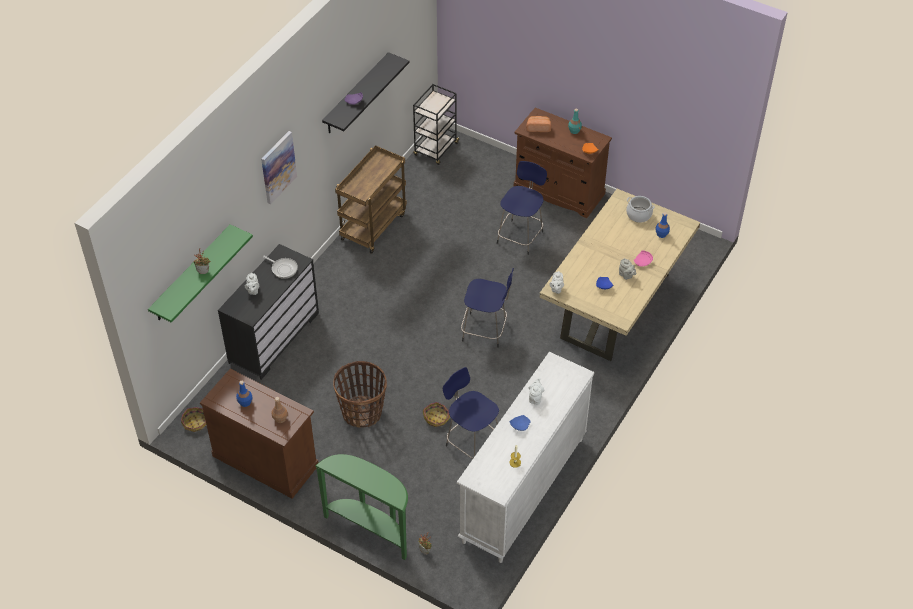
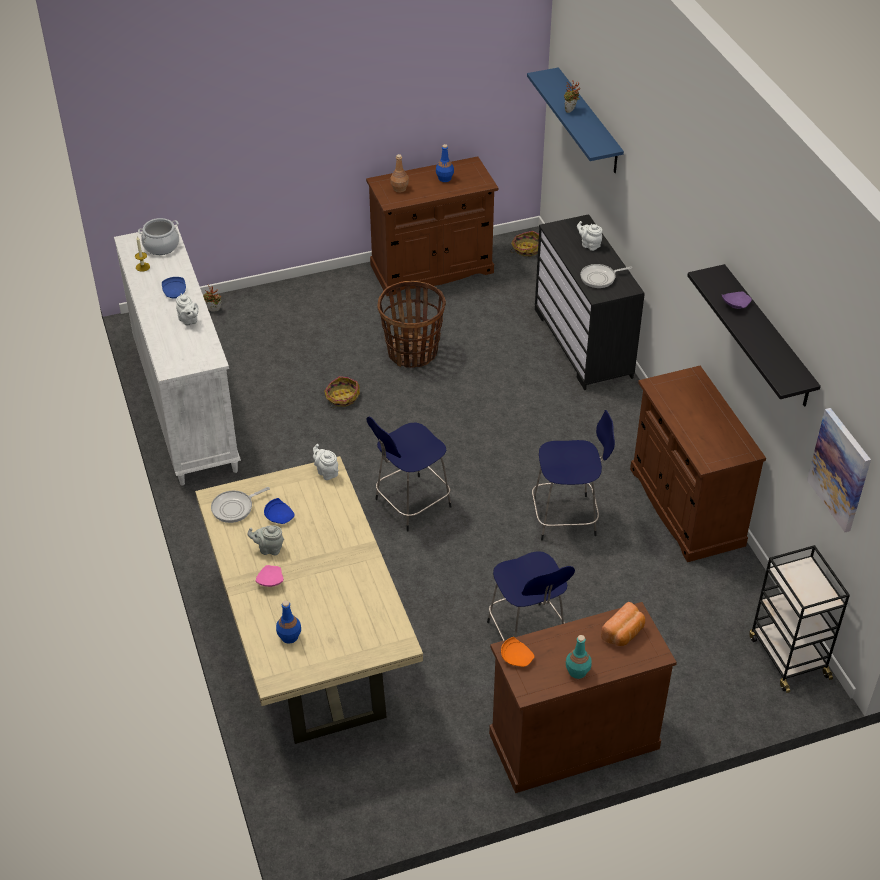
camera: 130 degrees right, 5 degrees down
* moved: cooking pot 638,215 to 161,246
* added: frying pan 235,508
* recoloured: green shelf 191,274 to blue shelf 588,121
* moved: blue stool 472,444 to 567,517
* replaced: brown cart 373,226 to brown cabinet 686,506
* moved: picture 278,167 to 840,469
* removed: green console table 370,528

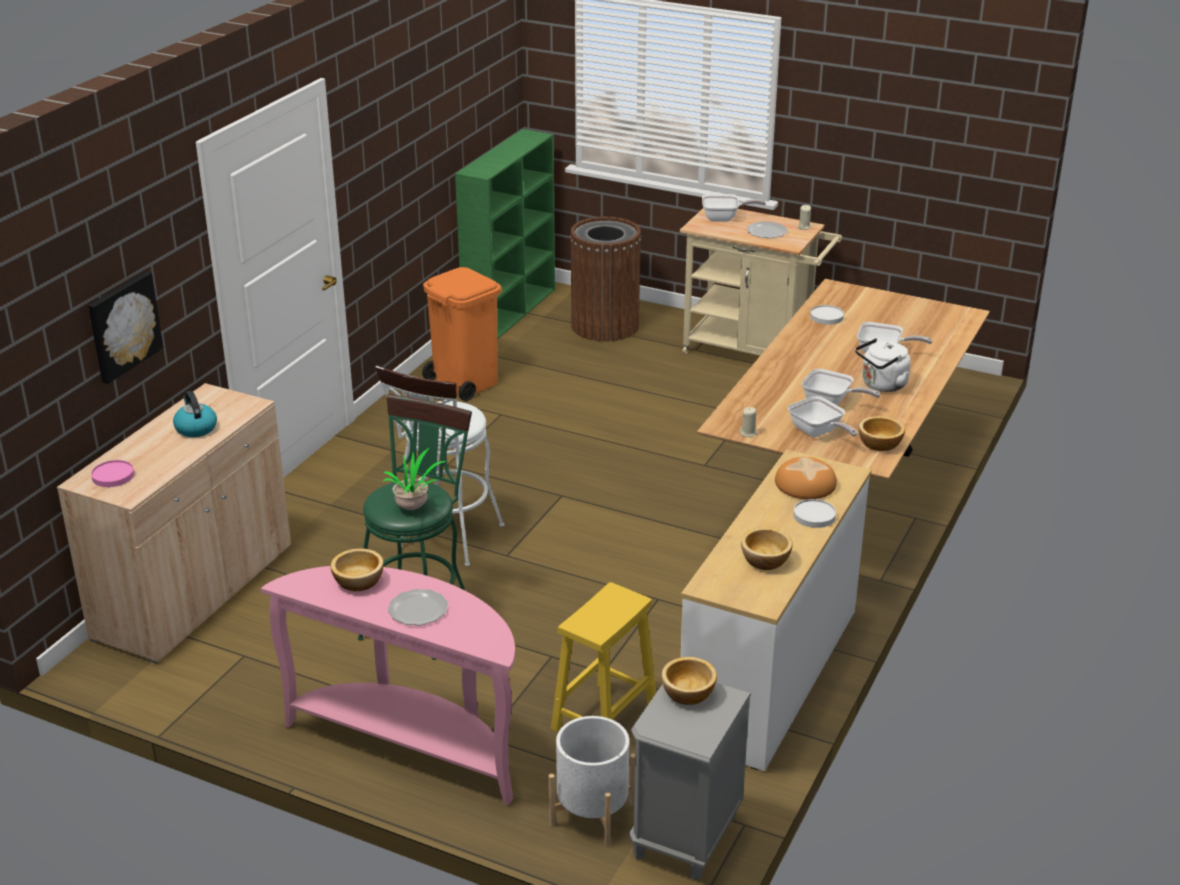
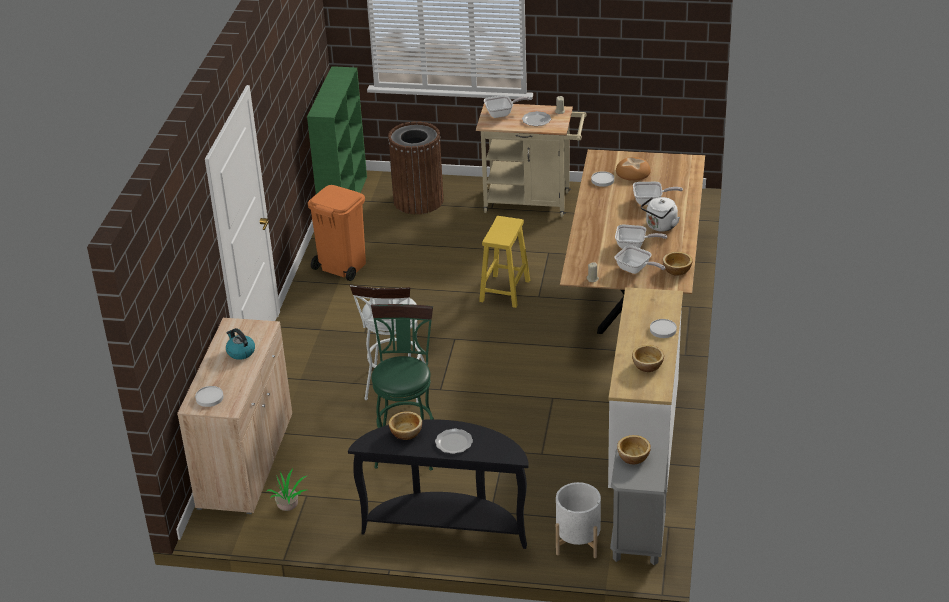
camera: 15 degrees left, 5 degrees up
* recoloured: pink plate 112,476 to white plate 209,398
* moved: potted plant 414,507 to 289,507
* recoloured: pink console table 412,743 to black console table 447,525
* moved: yellow stool 605,717 to 505,290
* moved: bread 804,484 to 632,172
* removed: picture 123,326

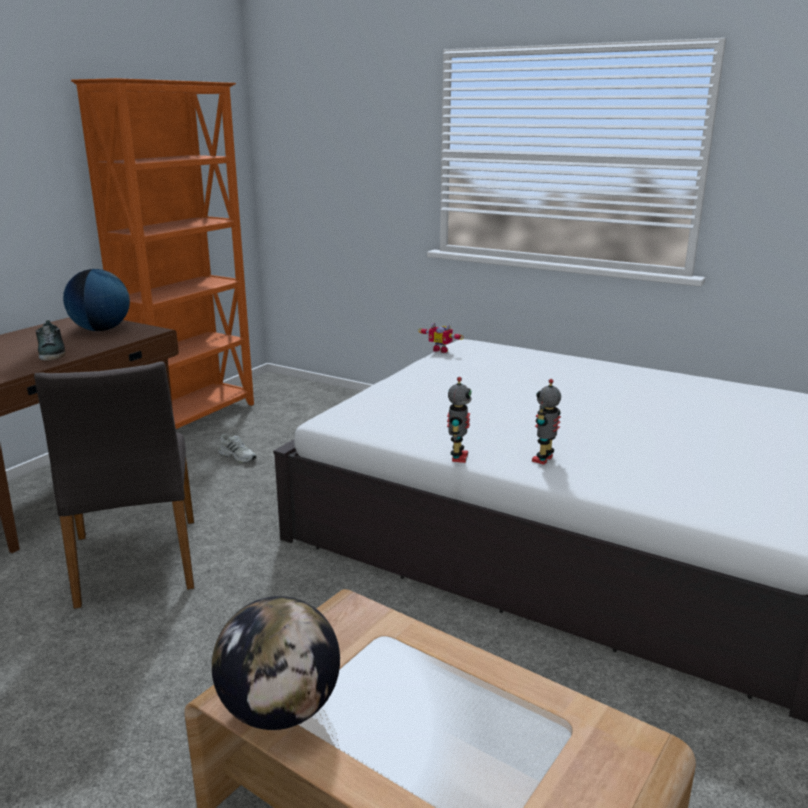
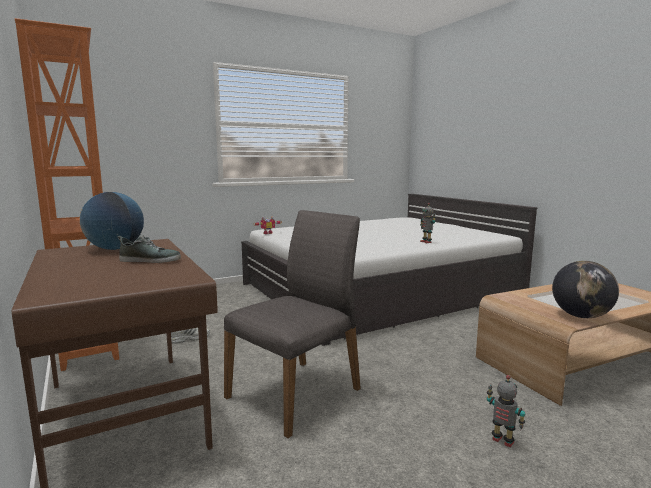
camera: 60 degrees left, 10 degrees down
* turned: grey chair 136,562 = 296,393 60 degrees counterclockwise
* moved: toy robot 457,457 to 502,441

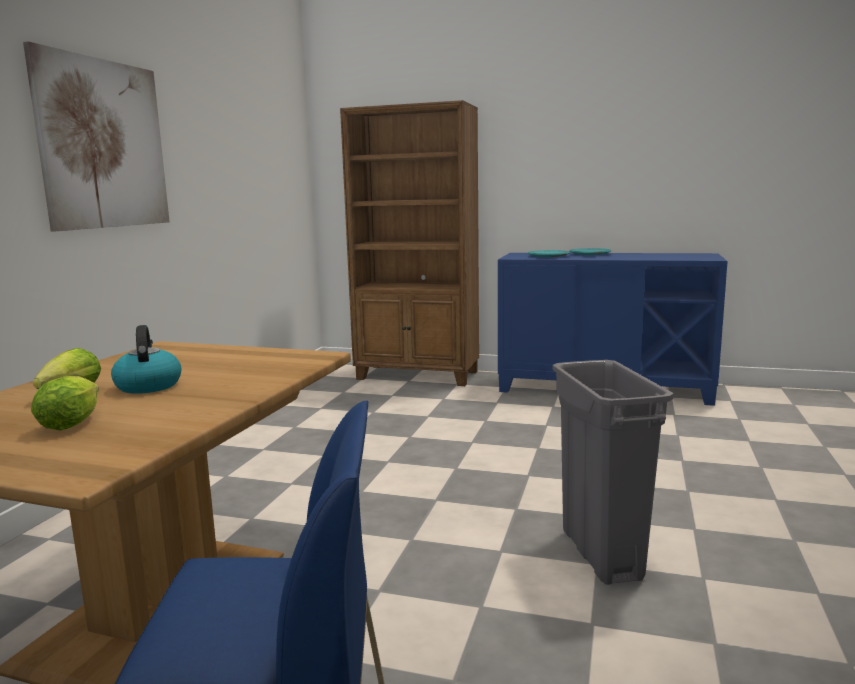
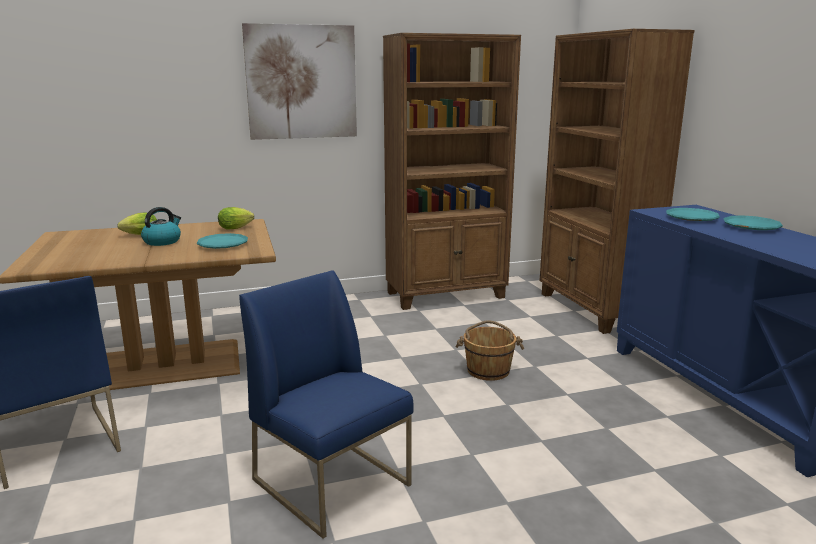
camera: 55 degrees right, 5 degrees up
* added: turquoise plate 223,245
* moved: lettuce 74,423 to 237,228
* replaced: grey trash can 600,554 to blue chair 333,482
* added: brown bookcase 447,295
* added: brown bucket 488,370

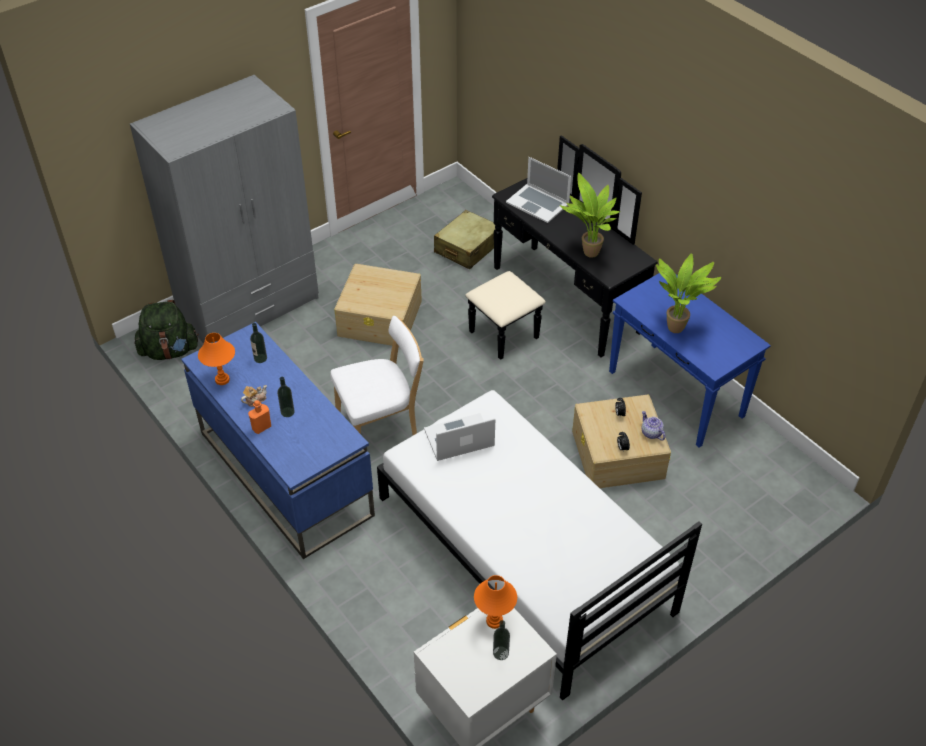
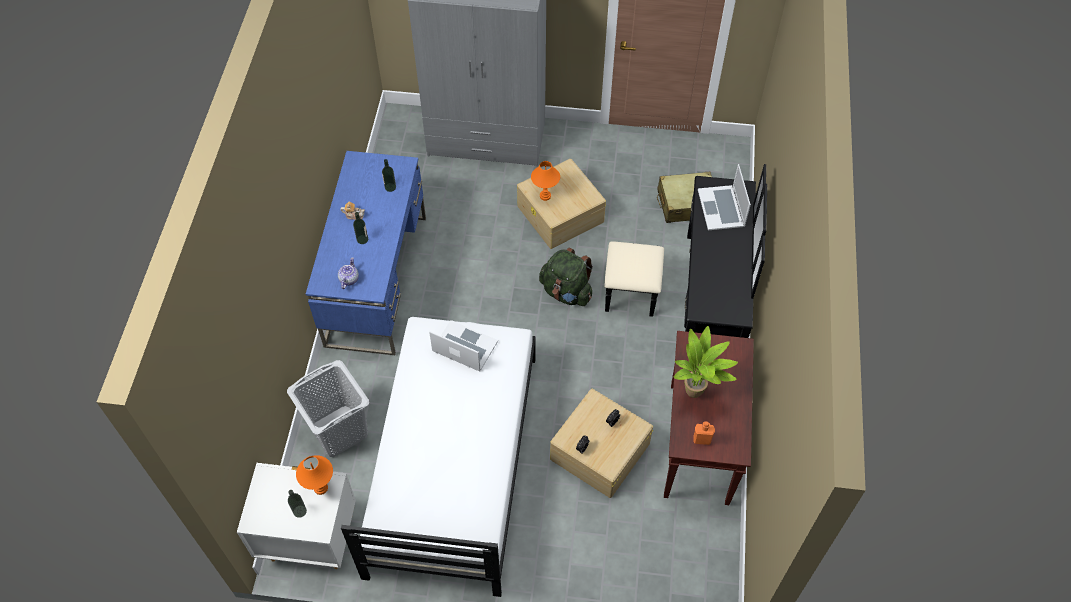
camera: 45 degrees right, 10 degrees up
* added: grey laundry basket 339,431
* moved: teapot 651,433 to 349,279
* moved: orange table lamp 222,380 to 545,196
* moved: green backpack 169,351 to 566,292
* recoloured: blue console table 677,394 to brown console table 699,444
* moved: orange bottle 261,427 to 701,439
* removed: white chair 381,426
* removed: potted plant 588,254

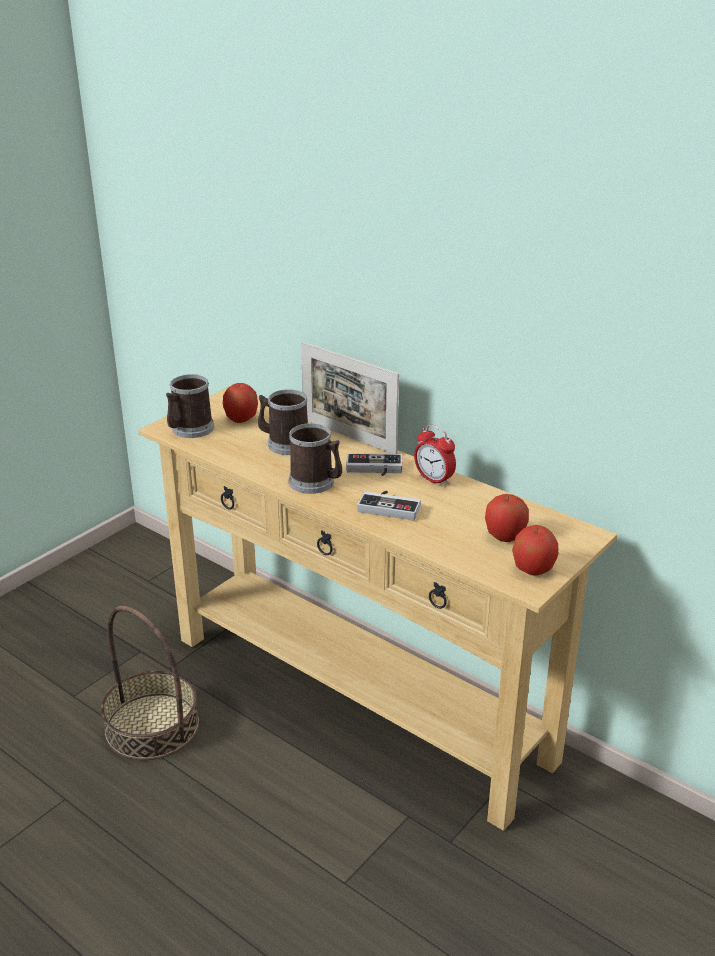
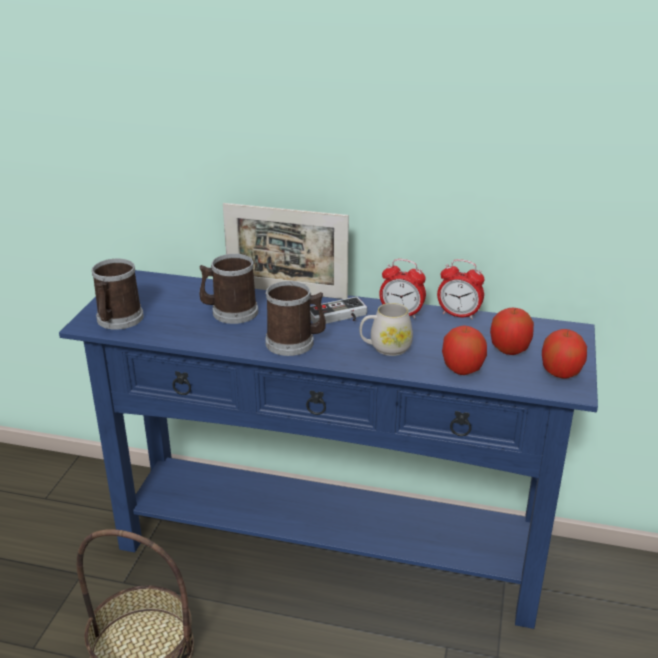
camera: 25 degrees left, 0 degrees up
* recoloured: beige console table 358,696 to blue console table 329,548
* replaced: game controller 390,506 to white mug 385,348
* added: alarm clock 458,314
* moved: apple 241,419 to 462,369

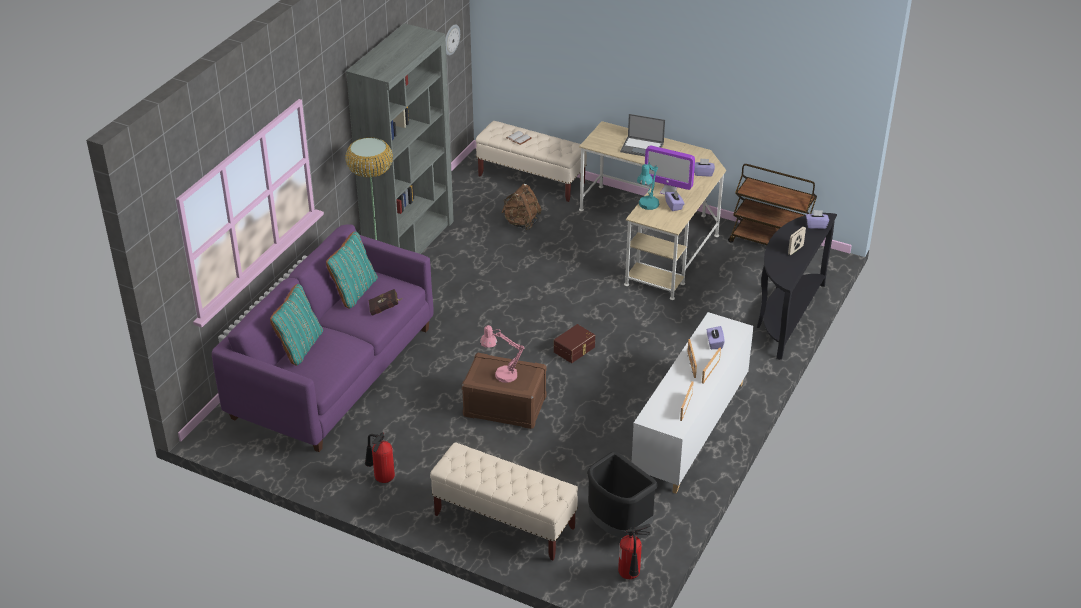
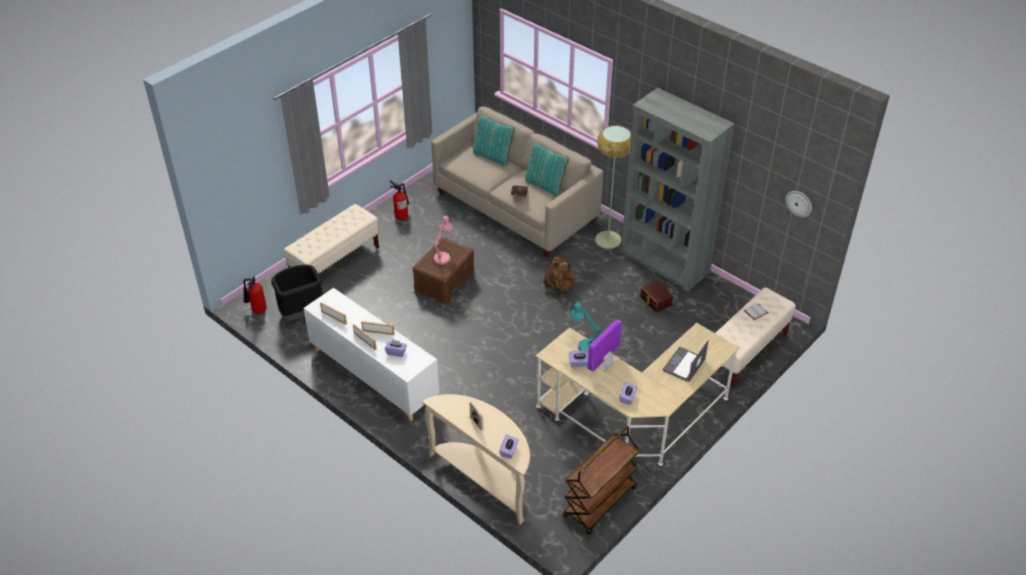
camera: 105 degrees right, 5 degrees up
* recoloured: black console table 786,316 to beige console table 485,479
* recoloured: purple sofa 333,372 to beige sofa 516,207
* moved: brown backpack 521,223 to 560,287
* moved: brown storage box 575,350 to 655,301

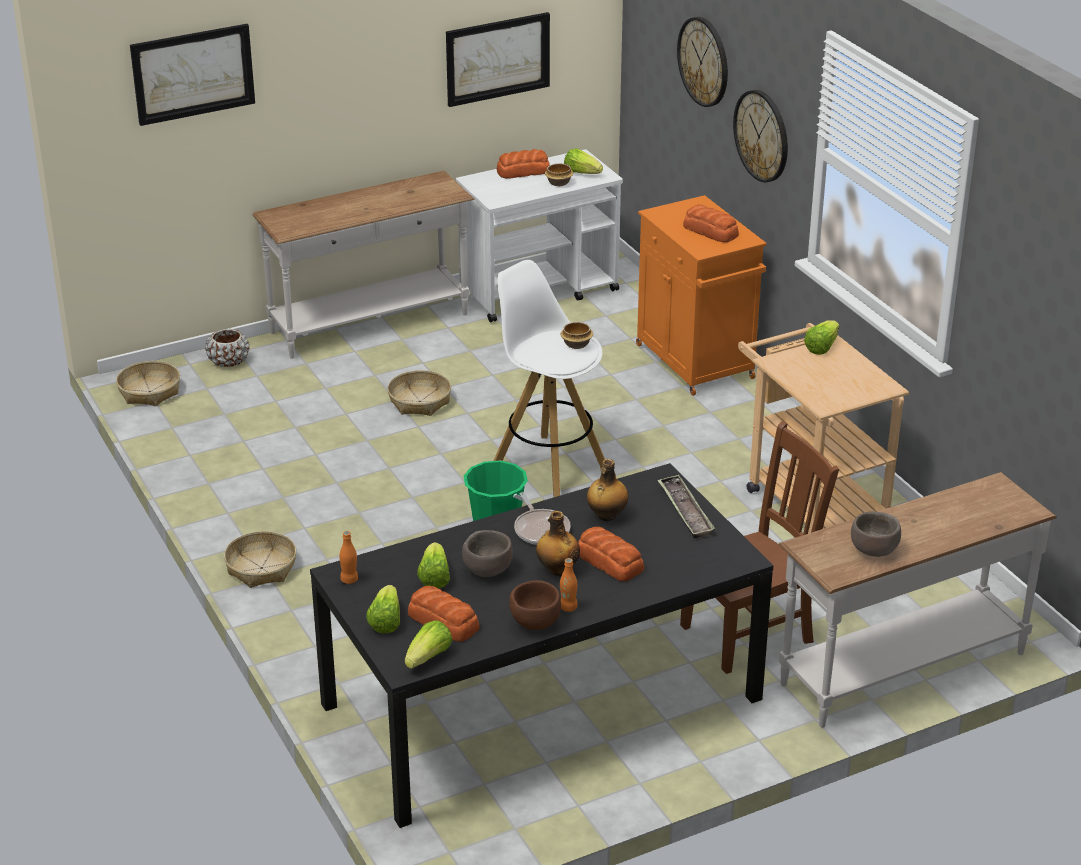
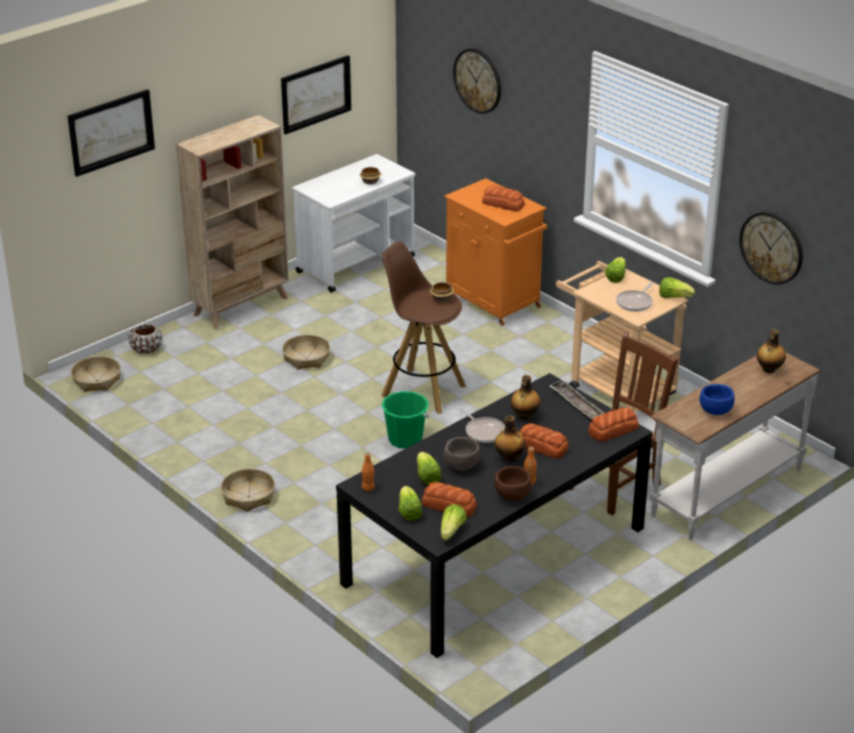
camera: 15 degrees left, 0 degrees up
* replaced: white console table 370,324 to beige bookcase 241,306
* recoloured: white stool 549,465 to brown stool 422,390
* moved: bread 522,171 to 612,430
* added: frying pan 635,303
* moved: lettuce 581,173 to 674,297
* recoloured: brown bowl 874,551 to blue bowl 716,411
* moved: wall clock 762,135 to 771,247
* added: bottle 769,369

